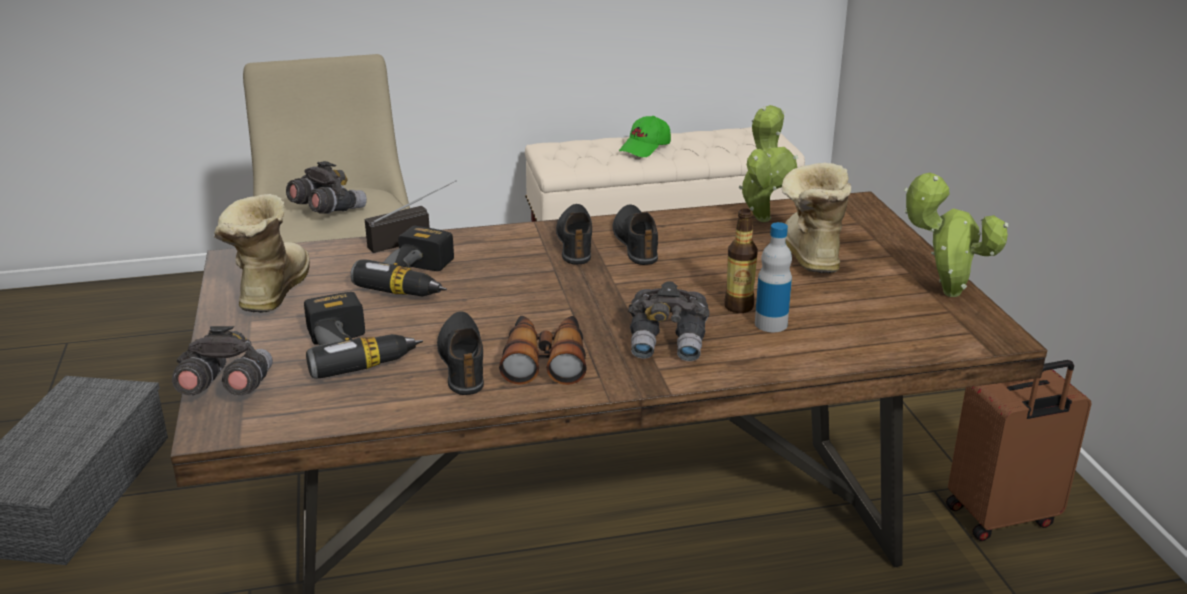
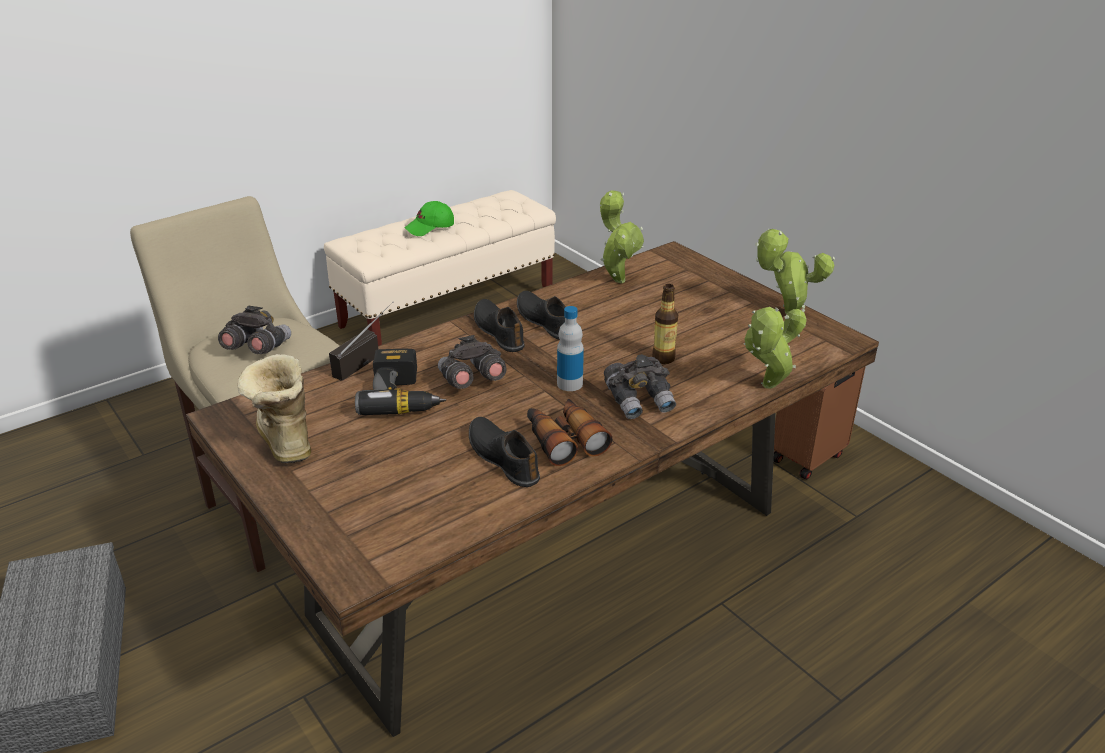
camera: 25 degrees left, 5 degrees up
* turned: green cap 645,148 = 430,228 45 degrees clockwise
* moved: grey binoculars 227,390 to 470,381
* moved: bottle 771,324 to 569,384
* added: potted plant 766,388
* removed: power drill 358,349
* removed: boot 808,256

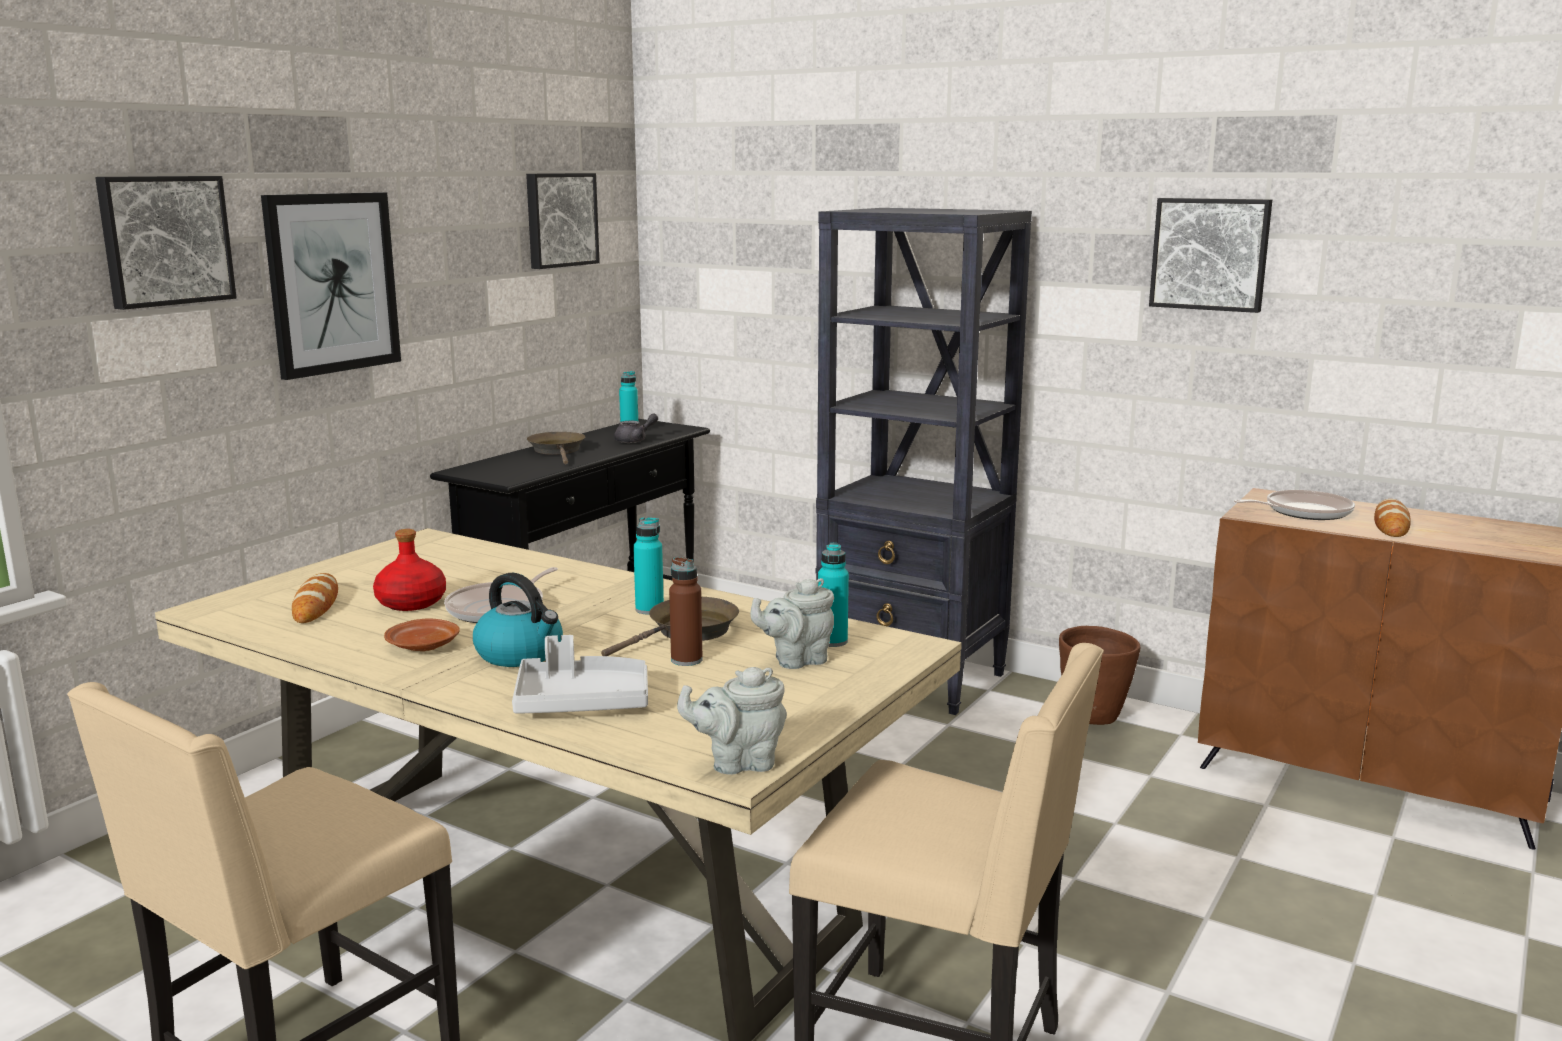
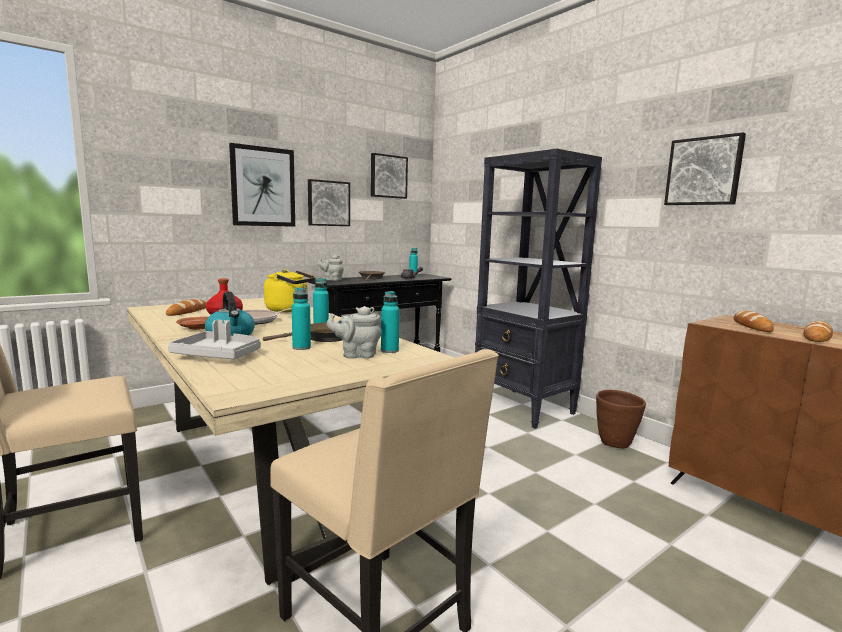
camera: 20 degrees right, 5 degrees down
* added: yellow kettle 289,310
* recoloured: brown bottle 686,660 to turquoise bottle 301,347
* moved: picture 165,240 to 328,203
* moved: grey teapot 738,762 to 331,279
* replaced: frying pan 1303,512 to bread 751,326

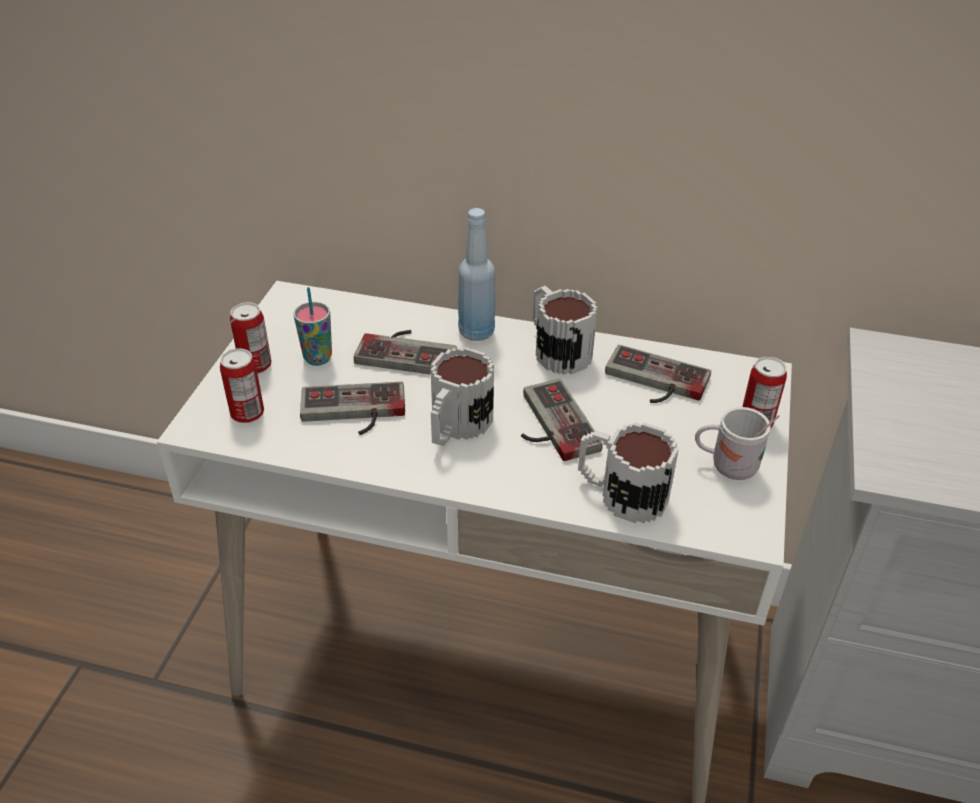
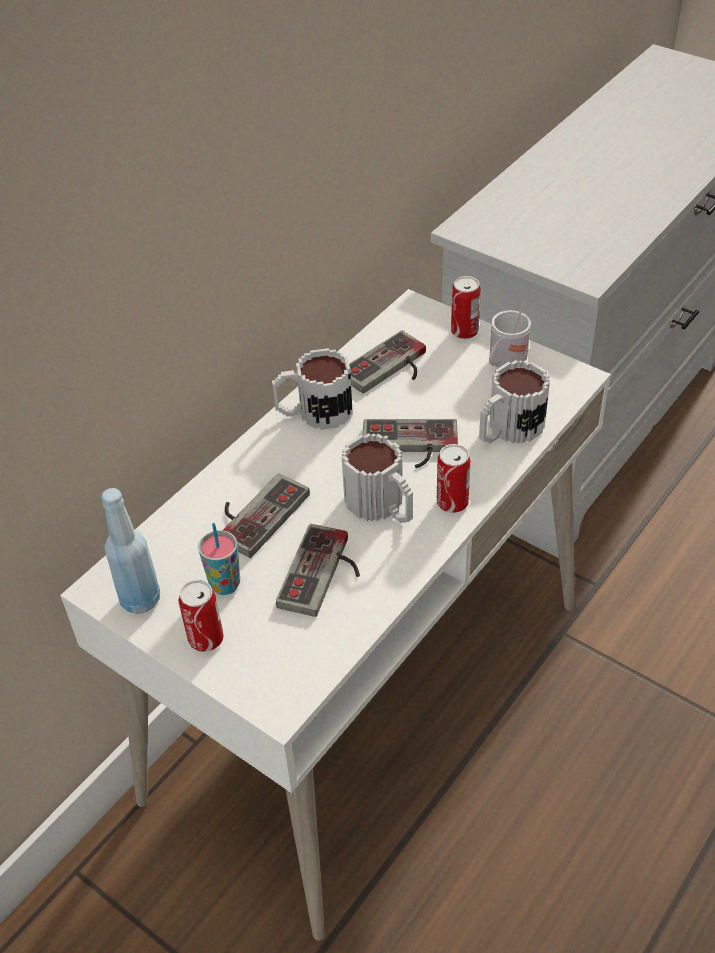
camera: 65 degrees left, 5 degrees up
* moved: blue bottle 476,332 to 140,599
* moved: can 247,413 to 452,502

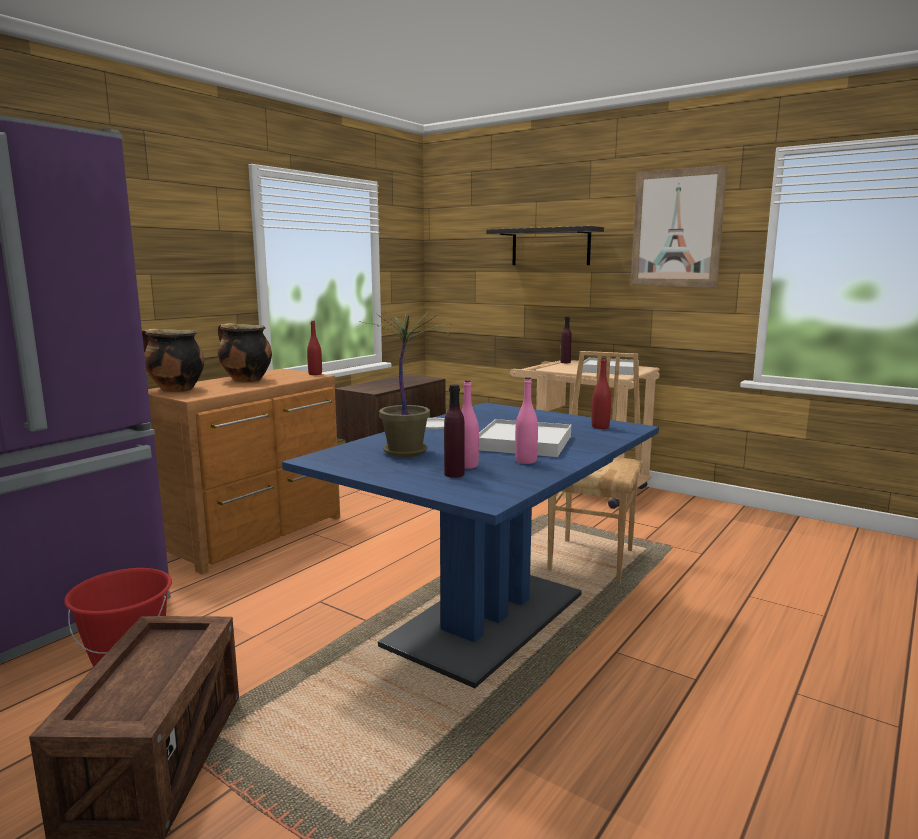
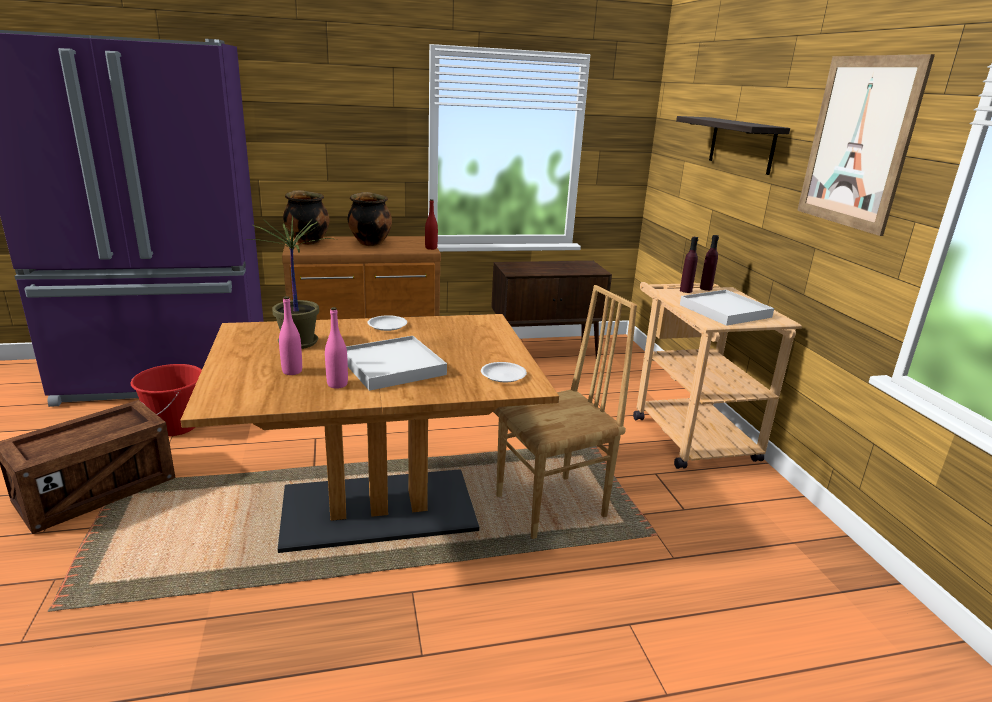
camera: 40 degrees right, 10 degrees up
* recoloured: blue dining table 486,620 to brown dining table 378,510
* replaced: red bottle 600,427 to white plate 503,375
* moved: purple bottle 454,474 to 685,291

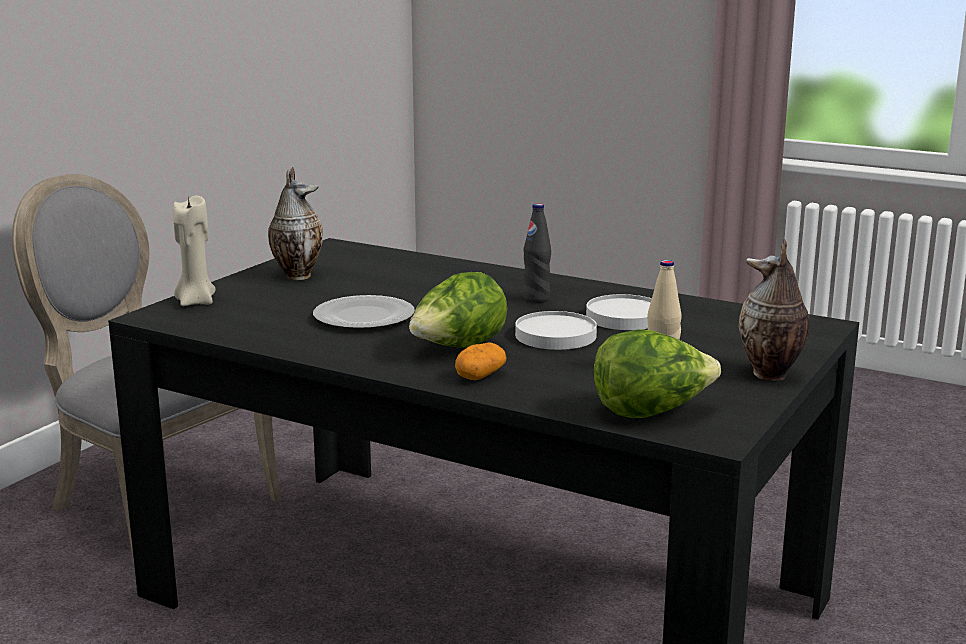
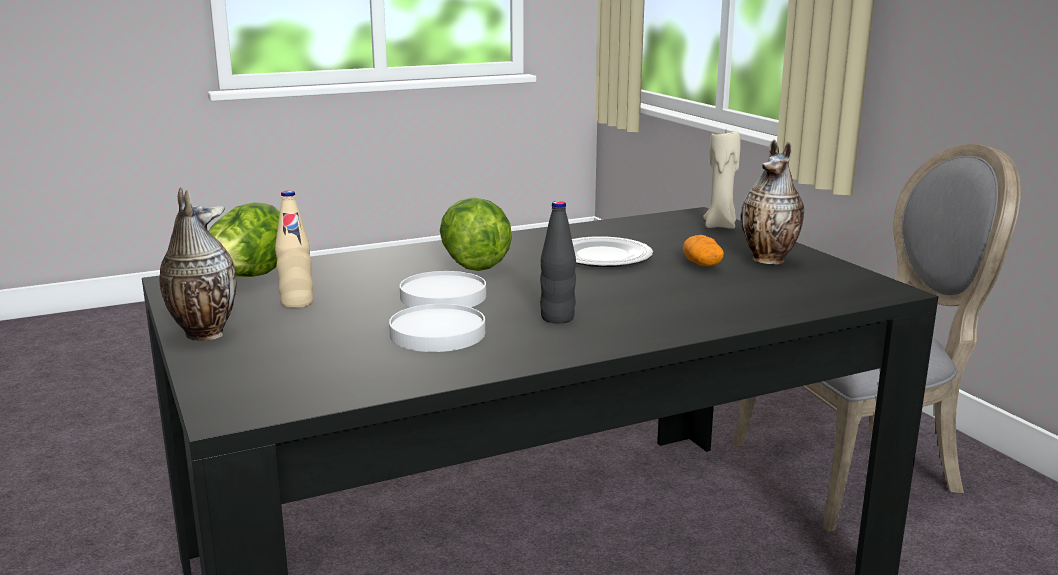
camera: 125 degrees right, 0 degrees up
* moved: potato 480,376 to 701,264

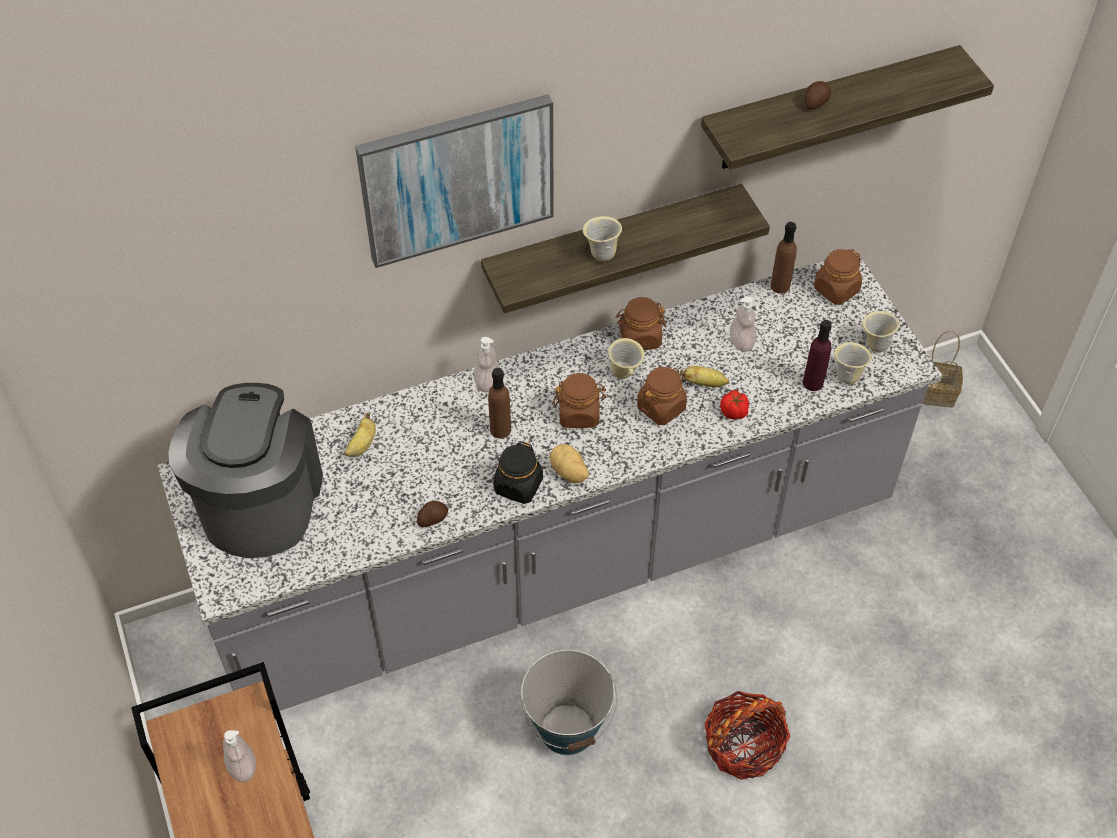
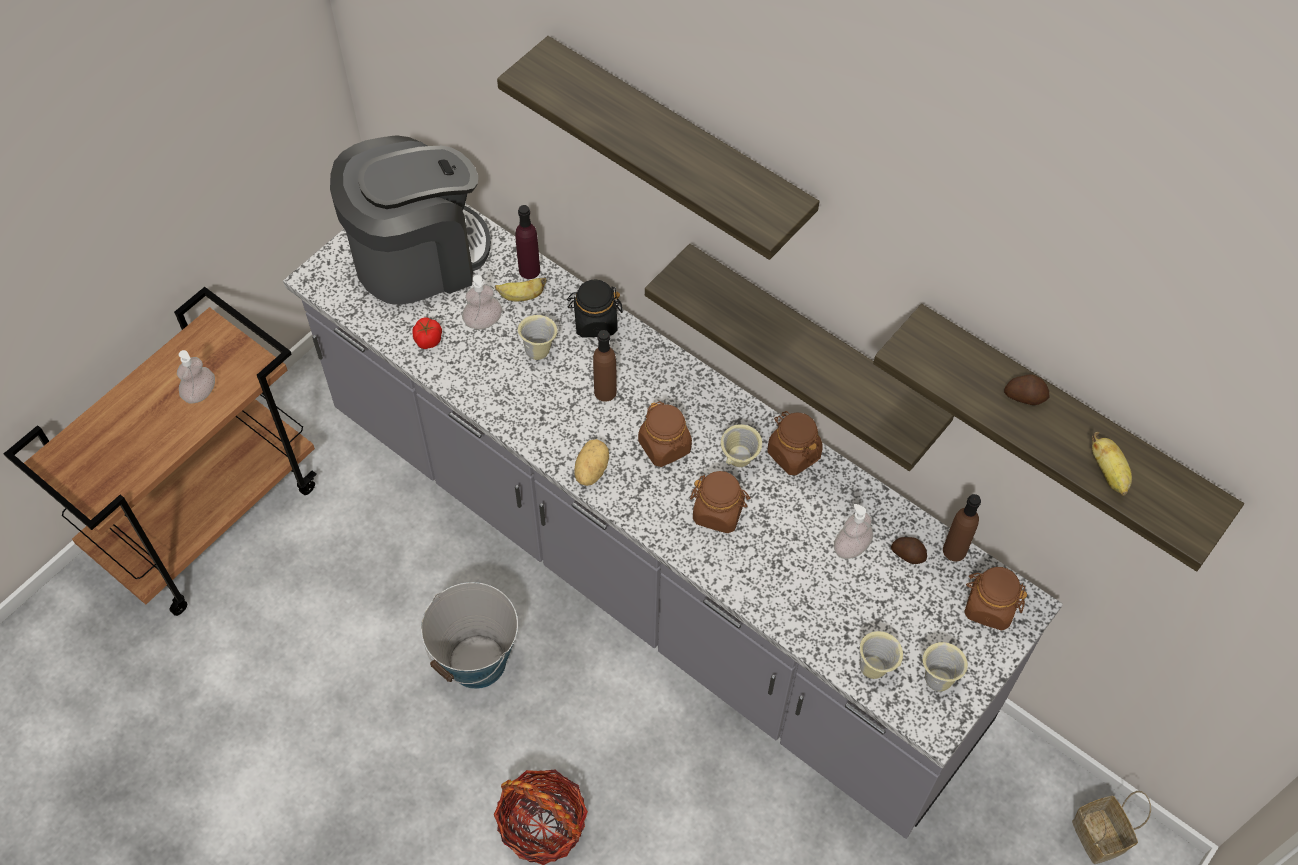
camera: 60 degrees right, 5 degrees up
* moved: tomato 734,412 to 428,340
* moved: soap dispenser 487,382 to 483,321
* replaced: picture 457,179 to shelf 677,146
* moved: purple bottle 813,383 to 529,270
* moved: beige mug 601,254 to 539,350
* moved: black jar 518,486 to 595,322
* moved: potato 432,518 to 908,554
* moved: banana 704,383 to 1109,473

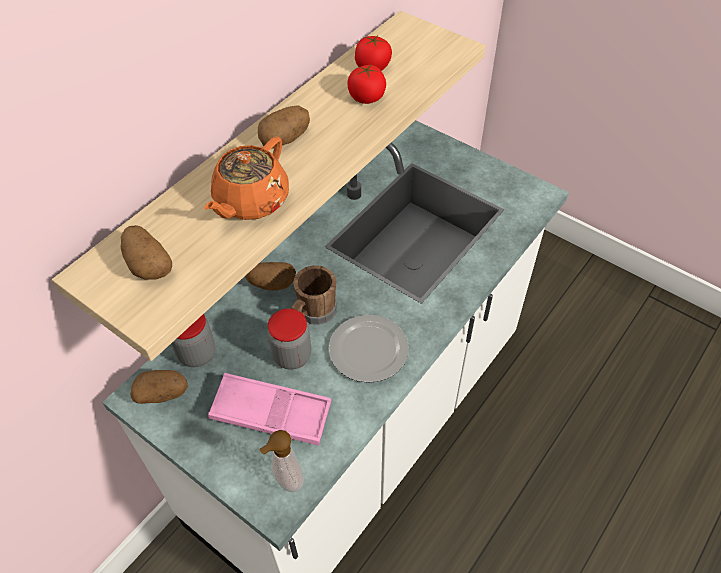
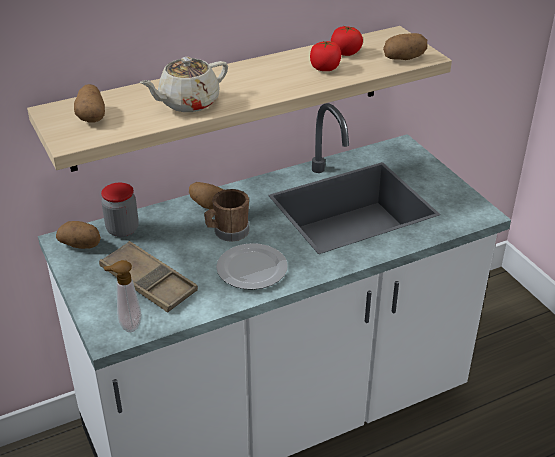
camera: 25 degrees right, 15 degrees down
* recoloured: pink tray 271,413 to brown tray 148,282
* recoloured: orange teapot 250,201 to beige teapot 188,103
* moved: potato 285,139 to 404,58
* removed: jar 292,356

